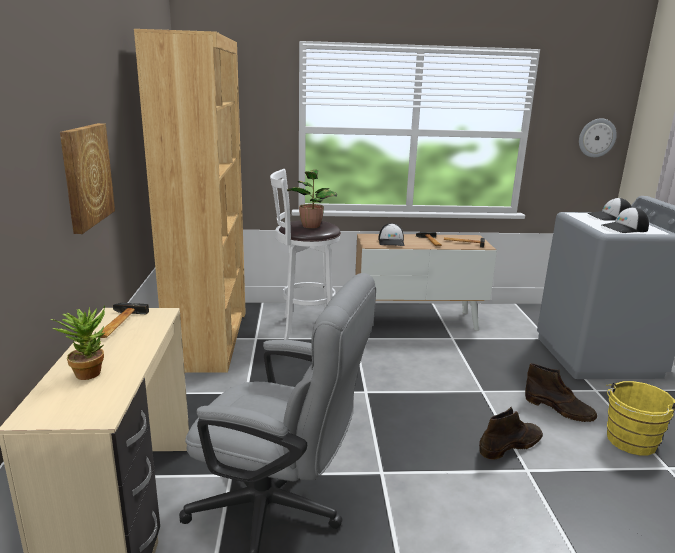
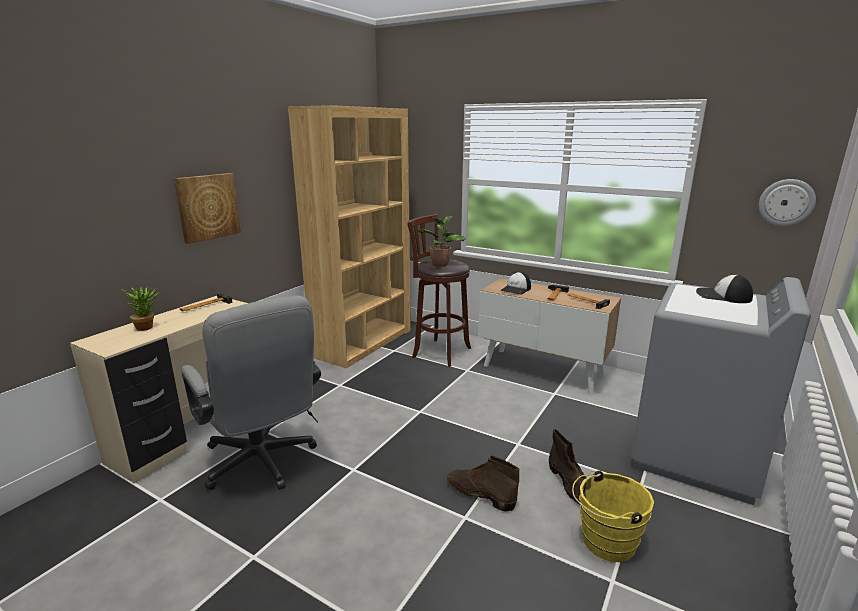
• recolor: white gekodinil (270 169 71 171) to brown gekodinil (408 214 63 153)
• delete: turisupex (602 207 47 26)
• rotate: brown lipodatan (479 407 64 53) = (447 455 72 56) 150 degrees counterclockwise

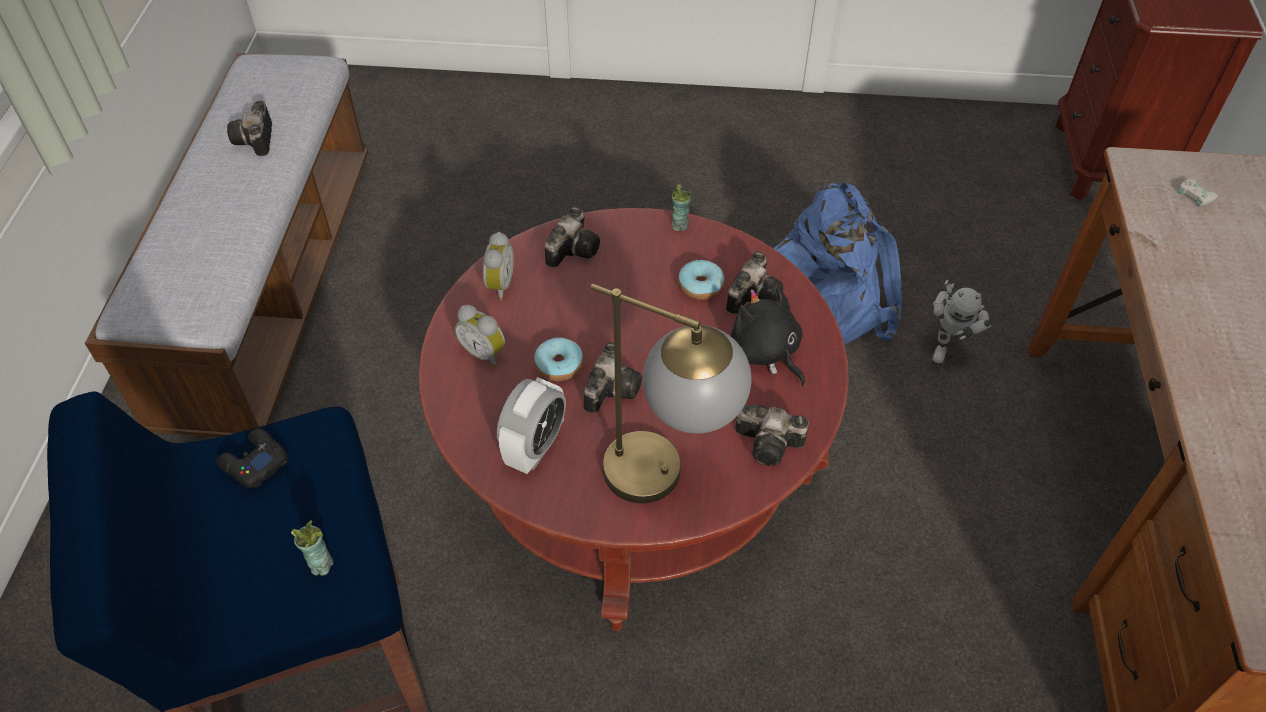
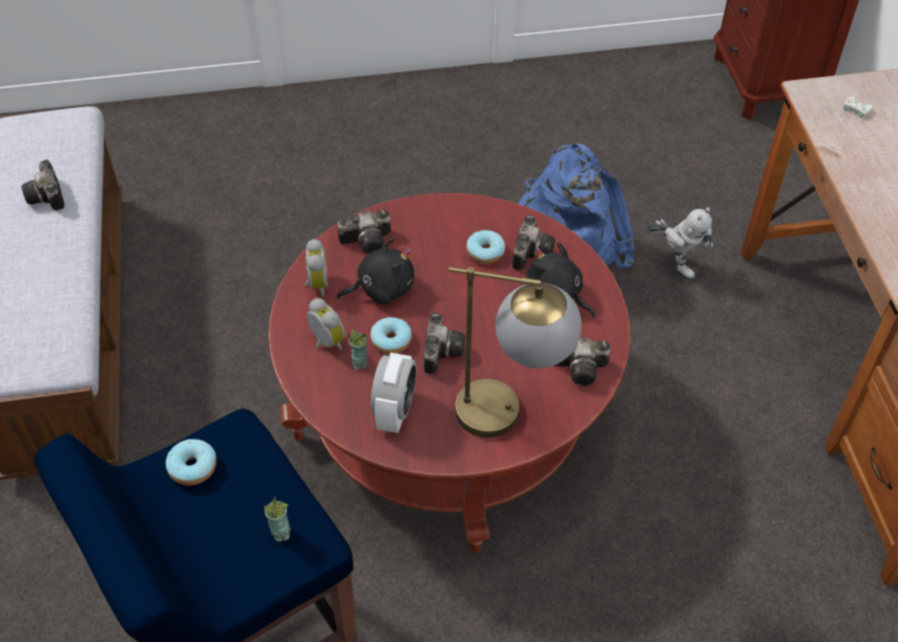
• move: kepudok (671 184 20 47) to (347 329 21 41)
• rotate: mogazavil (545 206 55 62) = (337 209 54 45) 60 degrees clockwise
• rotate: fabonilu (931 280 60 86) = (647 207 66 74) 45 degrees counterclockwise
• rotate: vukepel (455 305 50 62) = (307 298 38 53) 150 degrees counterclockwise
• replace: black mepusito (216 428 72 60) to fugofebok (166 439 51 47)
• insert: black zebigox (336 238 78 67)

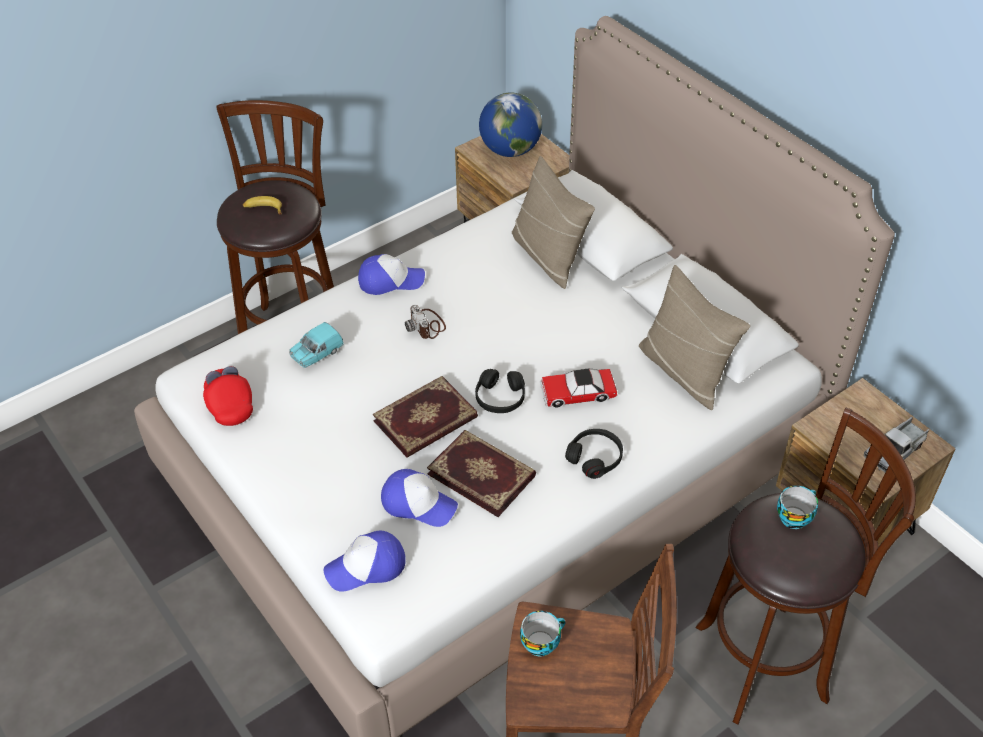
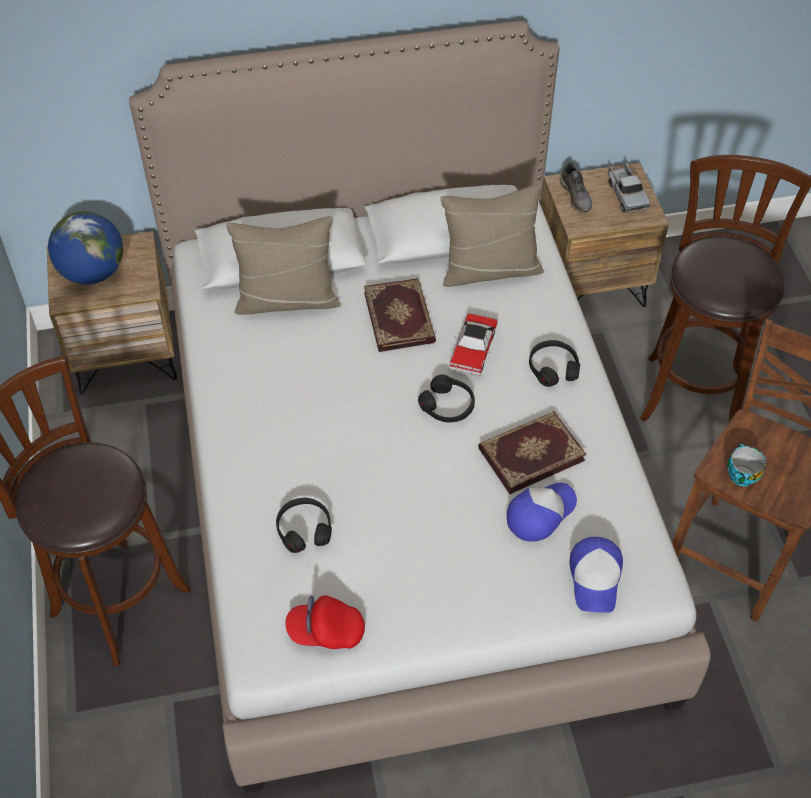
• delete: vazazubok (243 196 39 19)
• delete: turisupex (358 254 67 41)
• delete: mogazavil (405 305 41 34)
• replace: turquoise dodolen (289 322 55 46) to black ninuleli (276 498 56 55)
• move: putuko (373 376 105 82) to (364 278 72 74)
• delete: kepudok (777 486 41 43)
• insert: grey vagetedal (560 163 32 49)

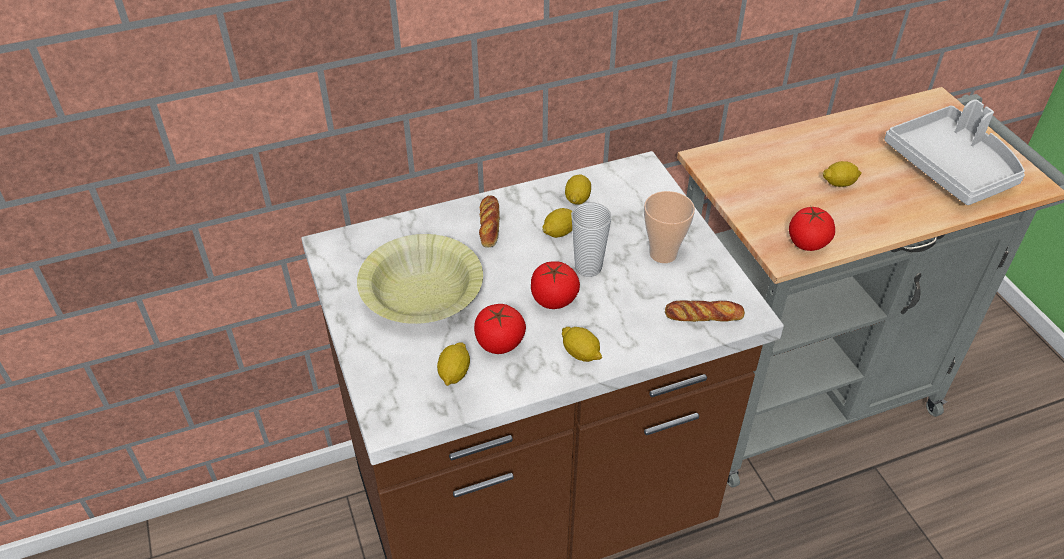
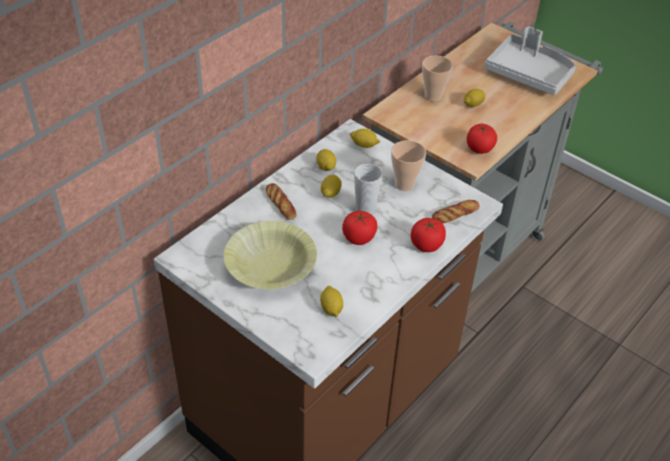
• move: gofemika (474 304 52 50) to (411 218 35 34)
• move: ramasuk (562 327 40 35) to (350 129 30 19)
• insert: kepudok (422 55 31 46)

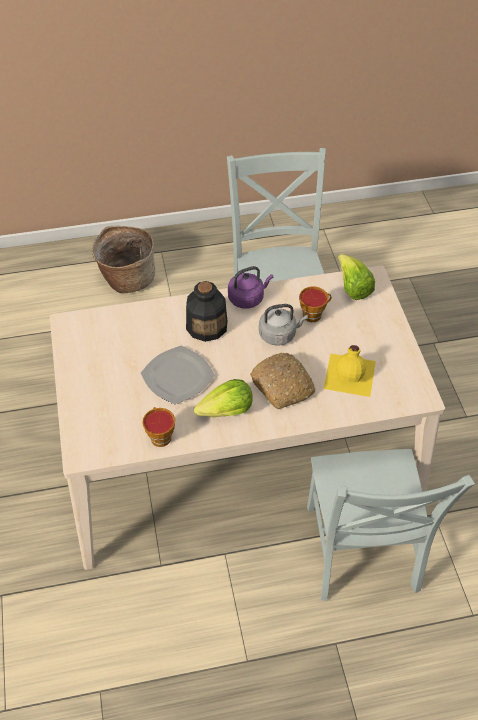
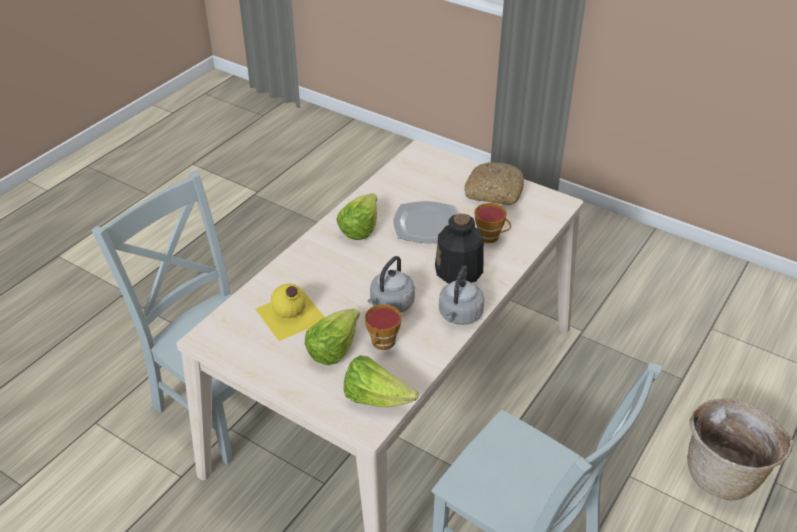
• recolor: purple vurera (228 266 45 43) to grey vurera (439 266 46 59)
• move: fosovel (250 353 66 56) to (464 162 60 43)
• move: kepudok (142 407 33 40) to (474 203 37 40)
• insert: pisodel (305 308 55 57)

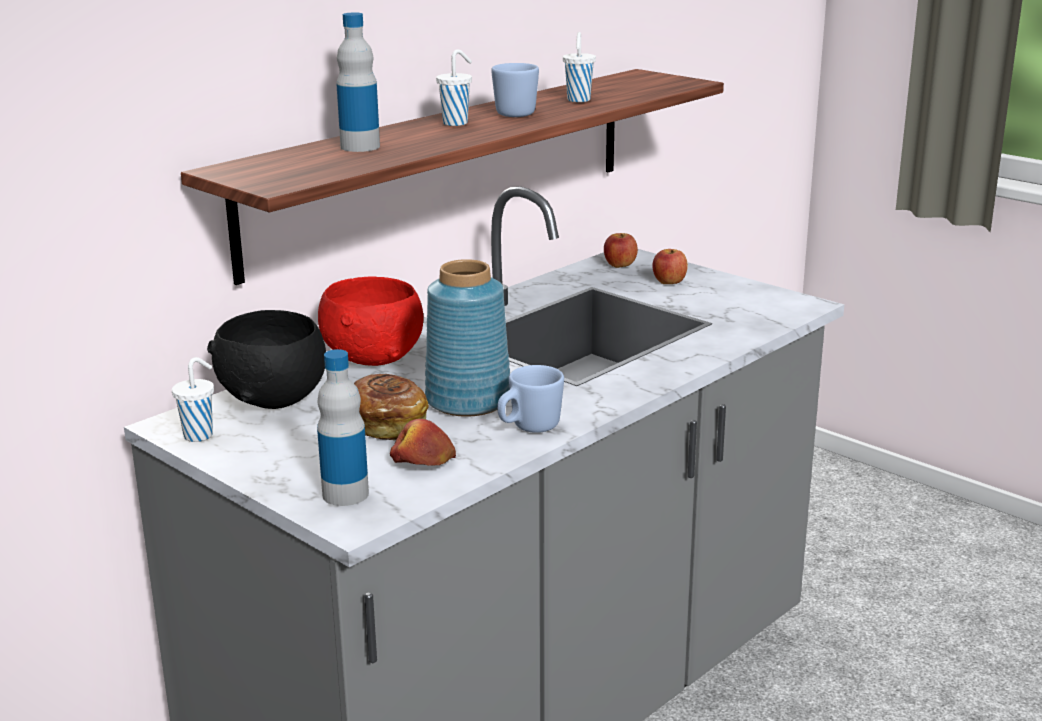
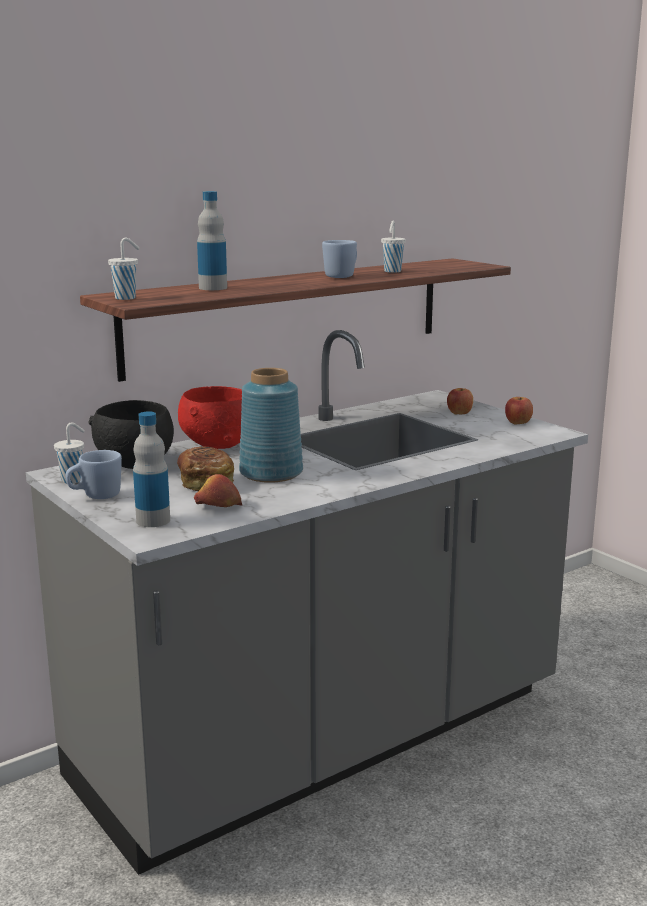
• move: white kepudok (436 49 36 77) to (108 238 32 62)
• move: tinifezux (604 233 34 35) to (505 397 28 28)
• move: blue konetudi (497 365 67 68) to (66 450 56 49)

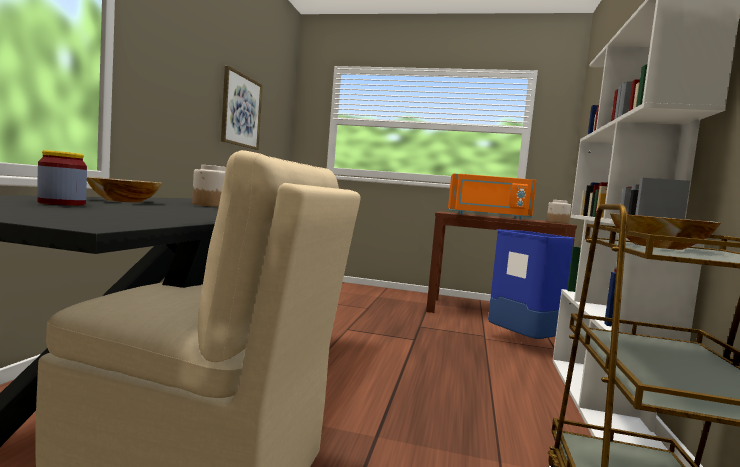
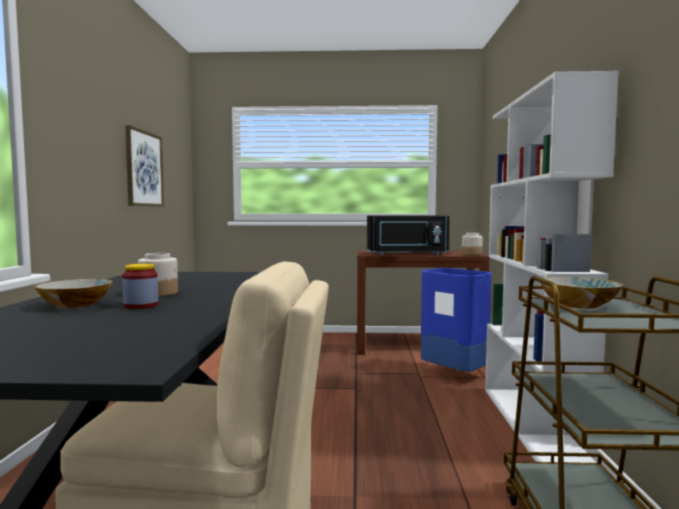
• move: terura (37 150 50 55) to (122 264 36 45)
• recolor: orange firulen (448 174 88 46) to black firulen (367 215 82 40)

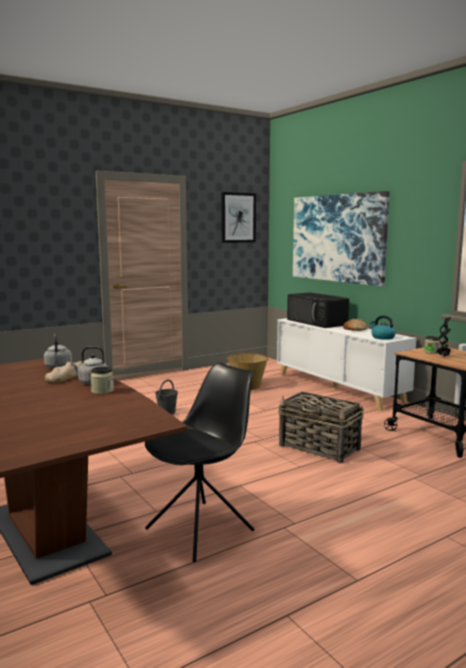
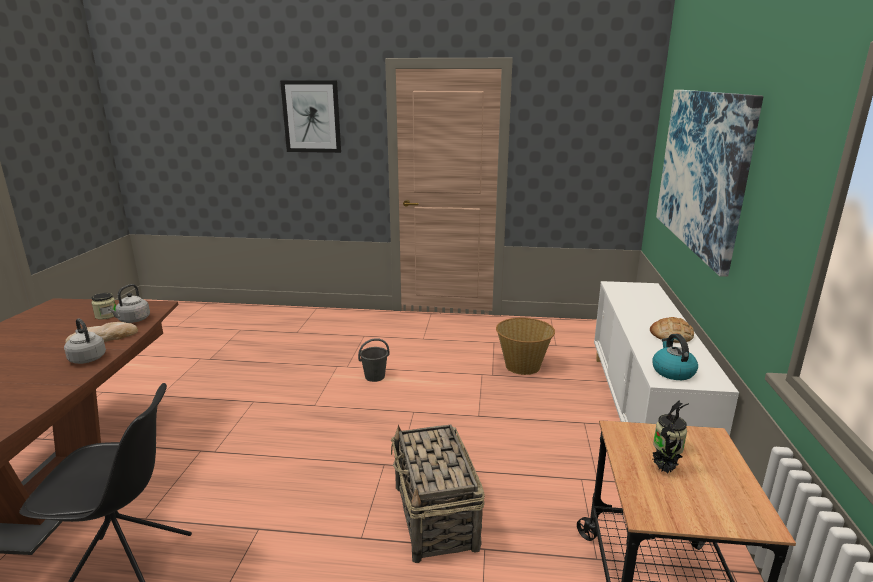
• move: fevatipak (221 192 35 51) to (280 80 61 73)
• delete: black firulen (287 292 62 36)
• move: terura (91 366 23 28) to (91 293 25 27)

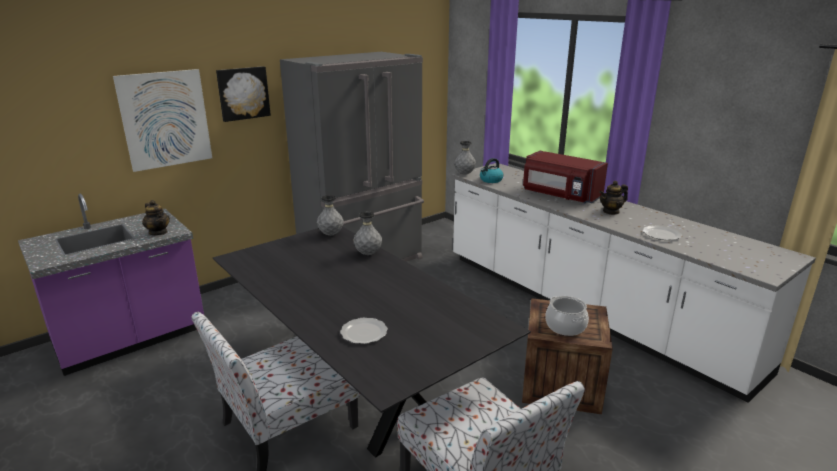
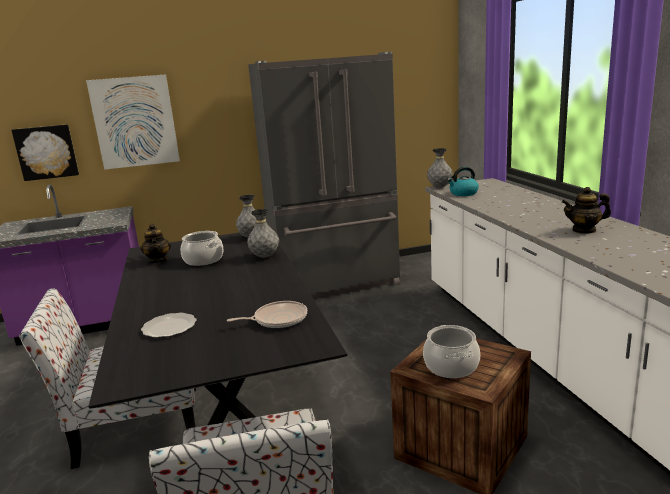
• move: fevatipak (216 66 55 56) to (11 124 68 57)
• delete: red firulen (523 151 85 52)
• move: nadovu (142 200 28 35) to (140 224 31 39)
• delete: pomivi (642 225 40 15)
• insert: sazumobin (181 231 43 35)
• insert: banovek (227 301 80 27)

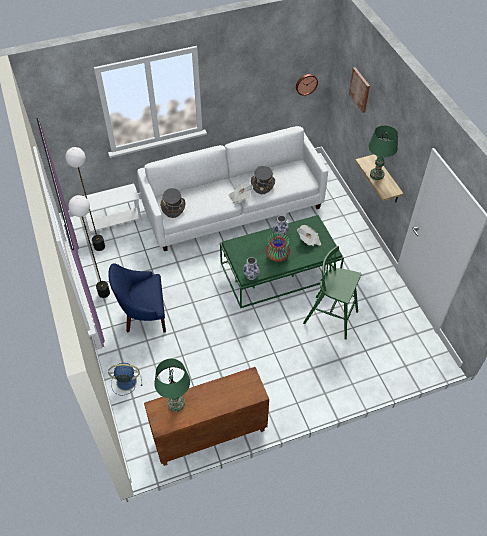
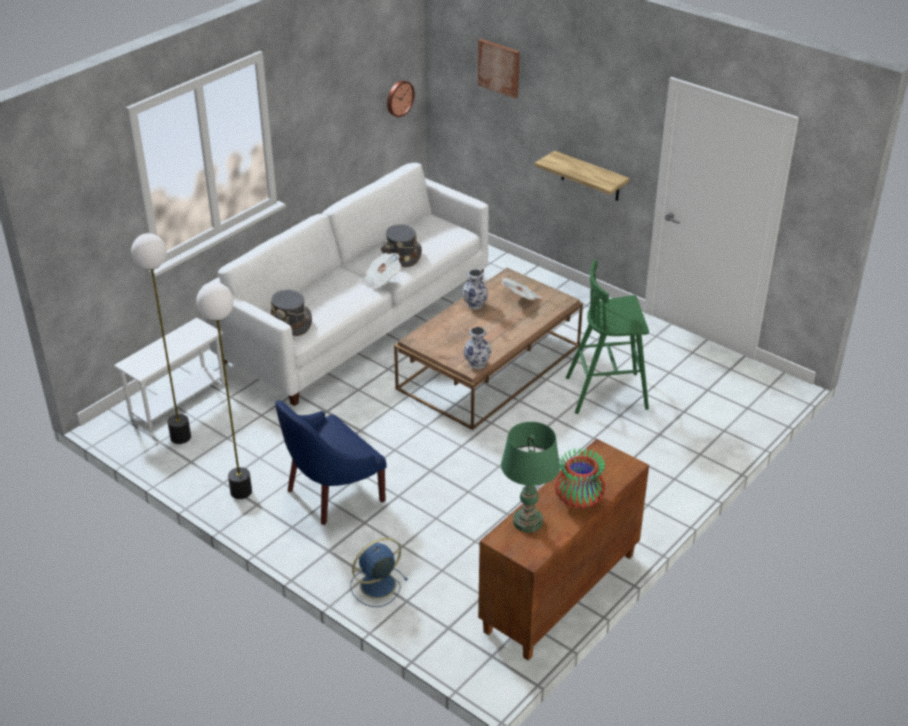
• delete: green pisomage (369 125 29 55)
• recolor: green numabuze (220 215 124 93) to brown numabuze (394 268 189 162)
• move: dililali (266 233 24 29) to (555 448 50 61)

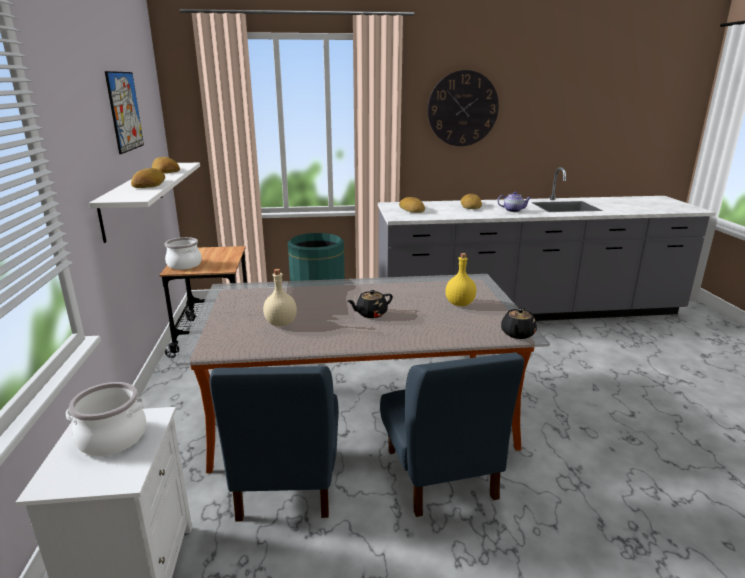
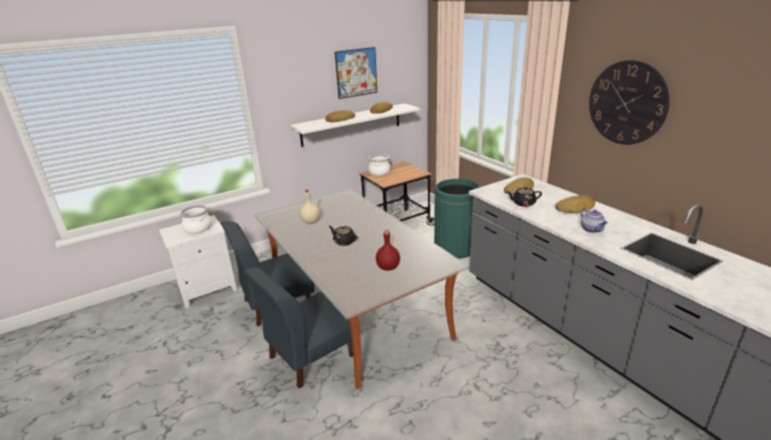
• recolor: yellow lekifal (445 253 31 53) to red lekifal (376 230 24 40)
• move: black nadovu (501 308 36 31) to (507 187 35 20)

